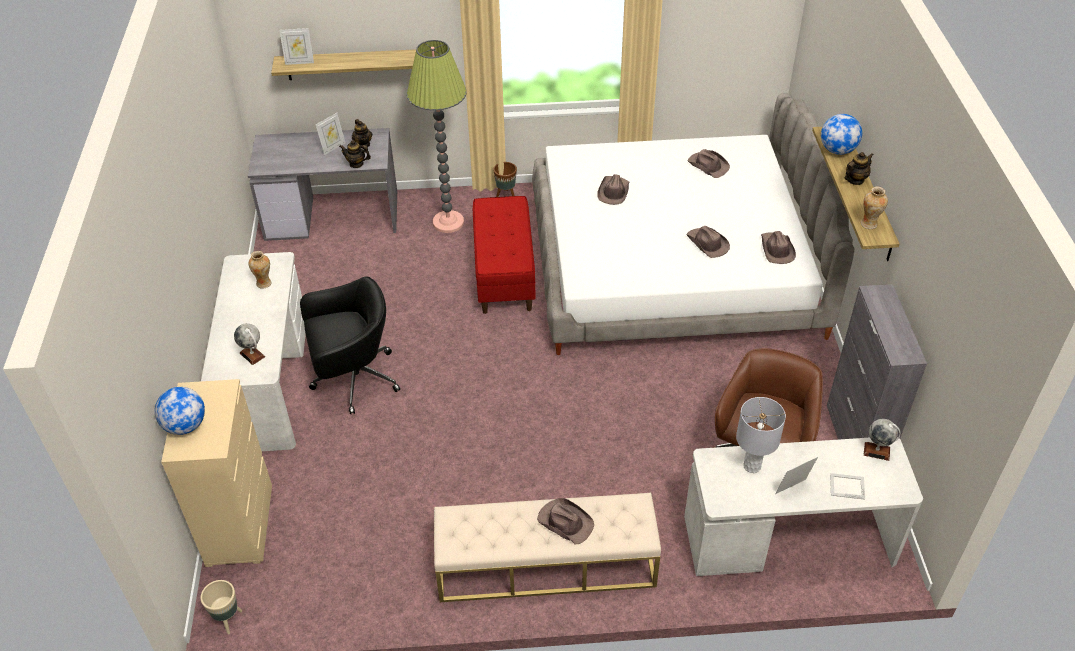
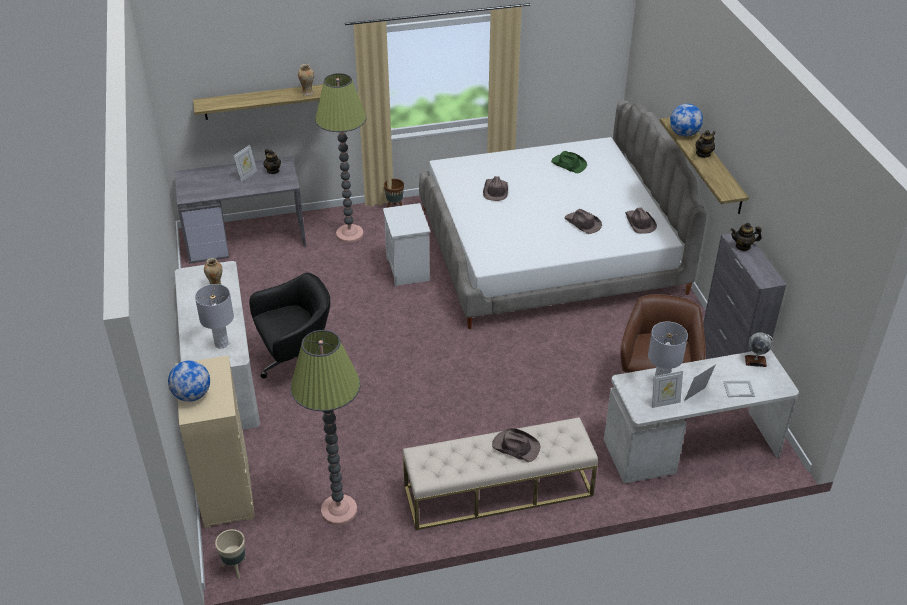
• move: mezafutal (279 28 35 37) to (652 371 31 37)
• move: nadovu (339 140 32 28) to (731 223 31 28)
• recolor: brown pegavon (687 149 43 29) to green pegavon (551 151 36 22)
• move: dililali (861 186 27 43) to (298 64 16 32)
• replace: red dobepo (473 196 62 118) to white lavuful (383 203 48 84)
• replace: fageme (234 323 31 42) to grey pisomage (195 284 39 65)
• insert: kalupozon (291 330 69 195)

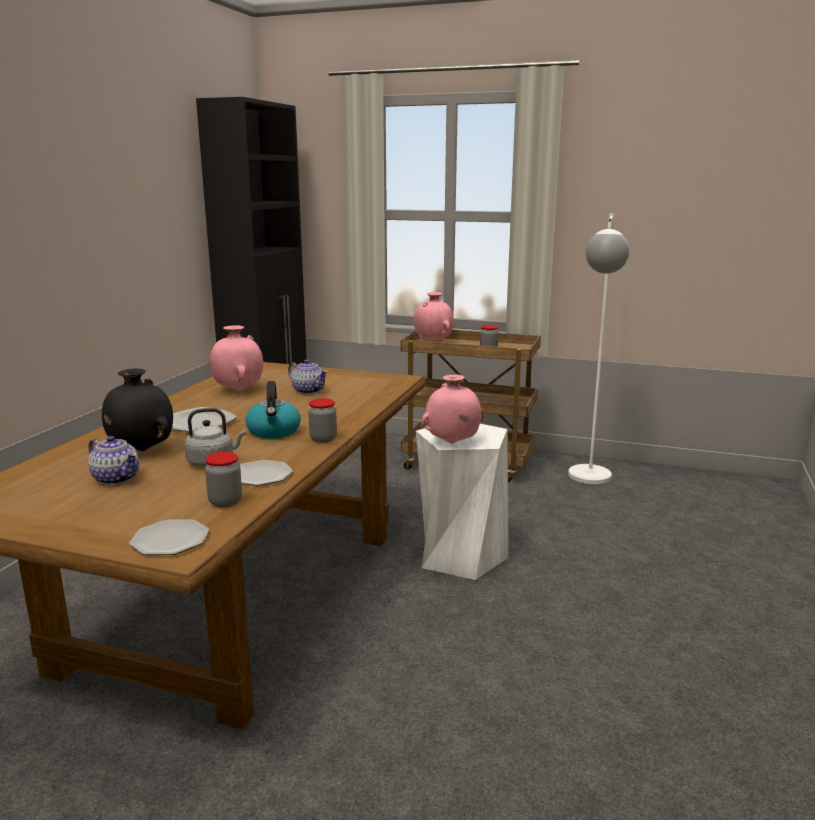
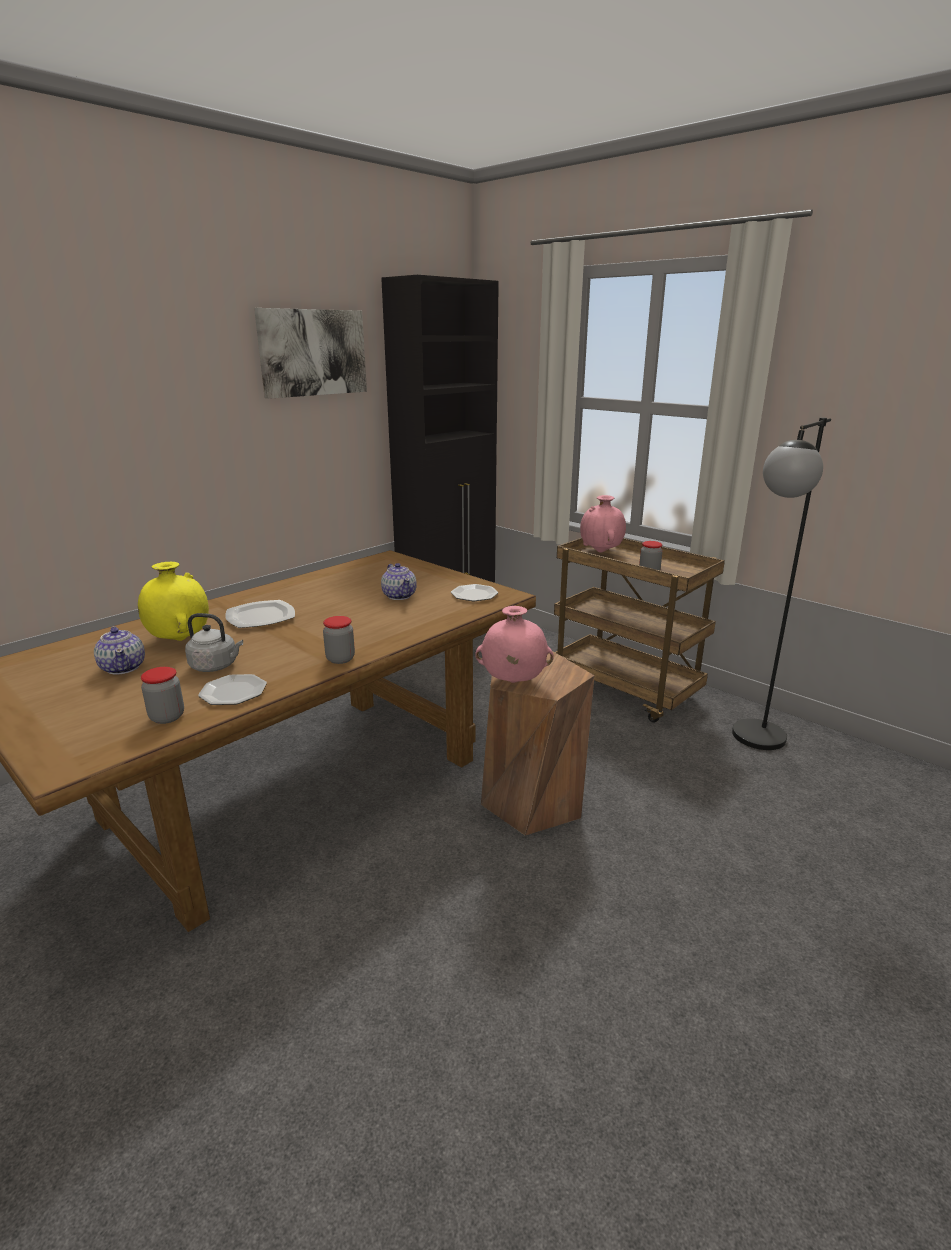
• recolor: white kalupozon (568 214 61 270) to black kalupozon (732 417 99 333)
• delete: pink dililali (210 325 53 66)
• recolor: black dililali (102 369 71 82) to yellow dililali (138 562 71 79)
• delete: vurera (245 381 56 58)
• recolor: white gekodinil (416 424 92 156) to brown gekodinil (481 651 114 184)
• move: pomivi (129 520 80 35) to (451 584 47 17)
• insert: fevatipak (254 308 113 91)

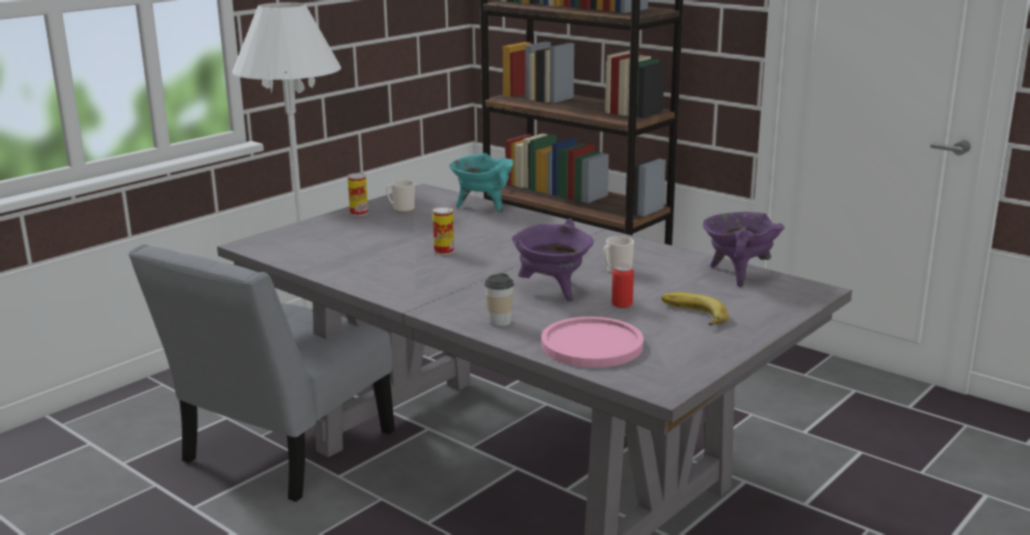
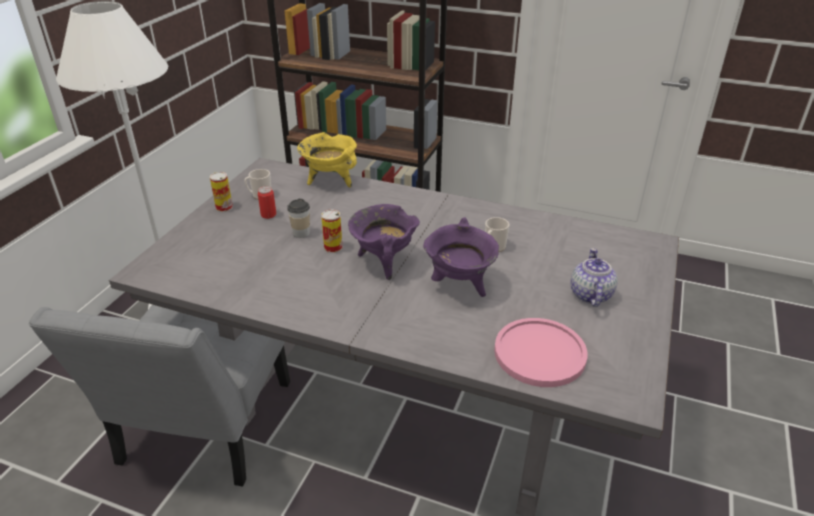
• recolor: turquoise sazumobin (449 153 65 60) to yellow sazumobin (297 132 60 55)
• move: purple sazumobin (703 212 82 75) to (348 204 72 76)
• move: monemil (612 264 22 44) to (258 186 18 33)
• move: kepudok (484 273 30 53) to (287 199 23 39)
• replace: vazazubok (661 293 68 33) to nadovu (570 248 48 59)

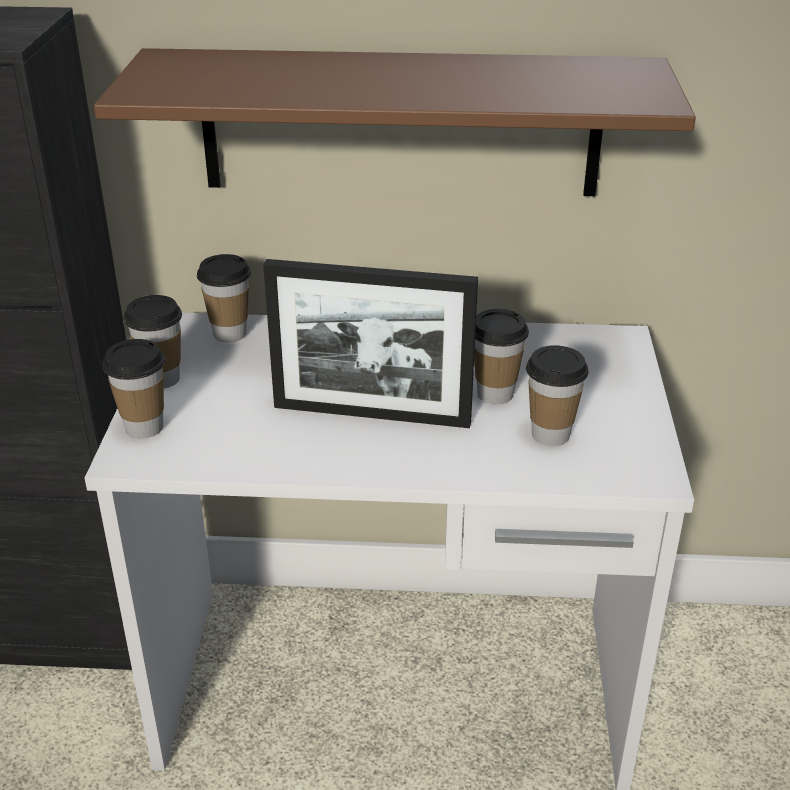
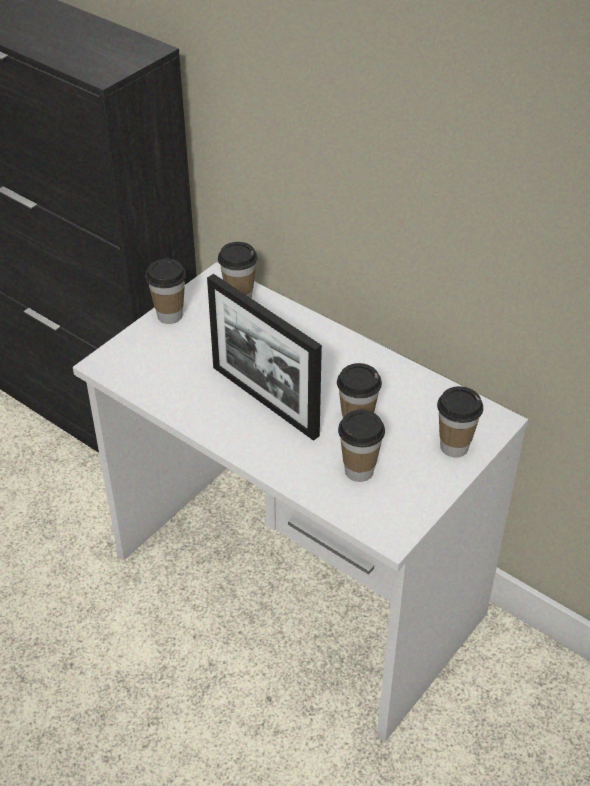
• delete: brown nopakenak (94 48 602 148)
• move: kepudok (102 339 63 100) to (437 386 46 71)

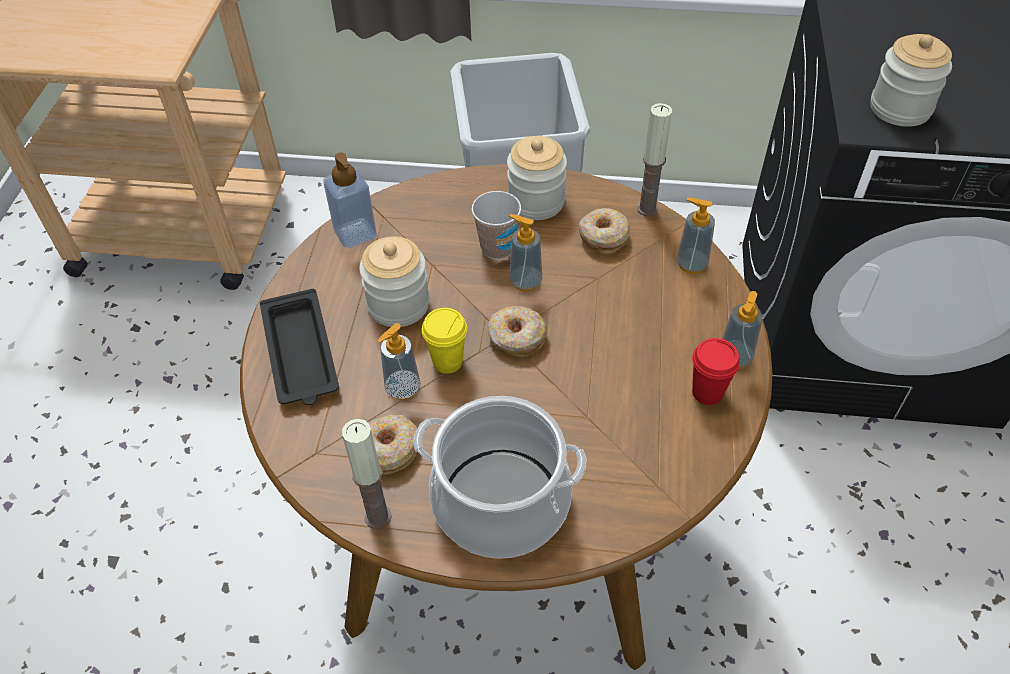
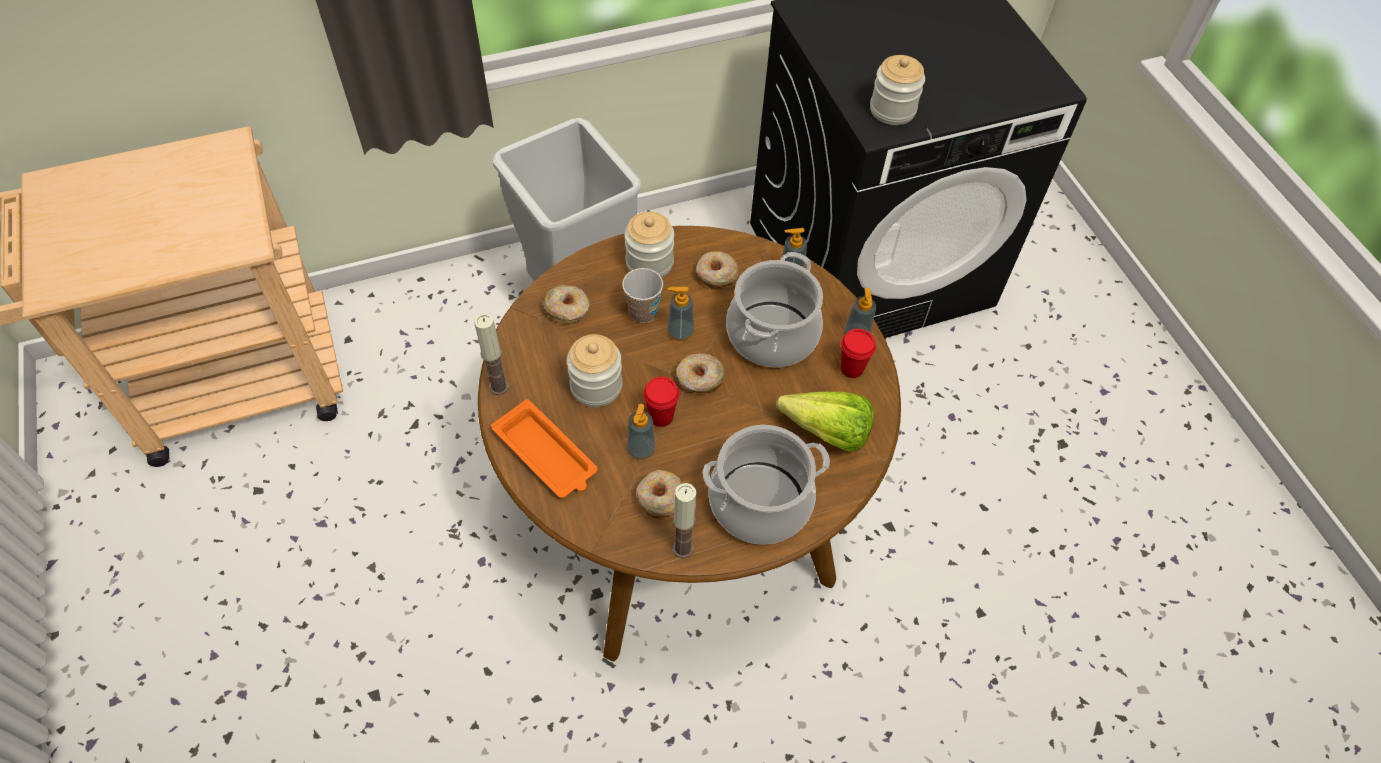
• move: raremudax (637 103 35 113) to (474 313 35 82)
• delete: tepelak (323 152 54 96)
• recolor: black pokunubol (260 289 79 116) to orange pokunubol (491 399 107 99)
• recolor: yellow kepudok (422 308 45 66) to red kepudok (643 377 37 50)
• insert: sazumobin (726 252 97 116)
• insert: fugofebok (543 285 47 39)
• insert: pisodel (776 392 98 60)

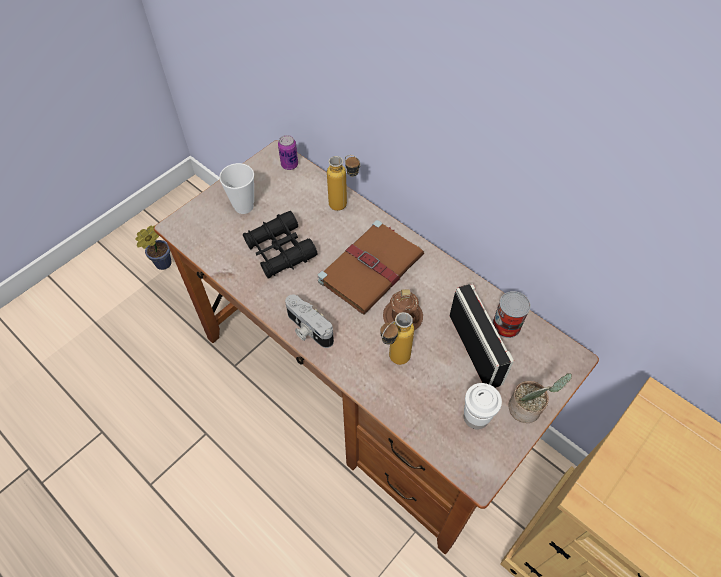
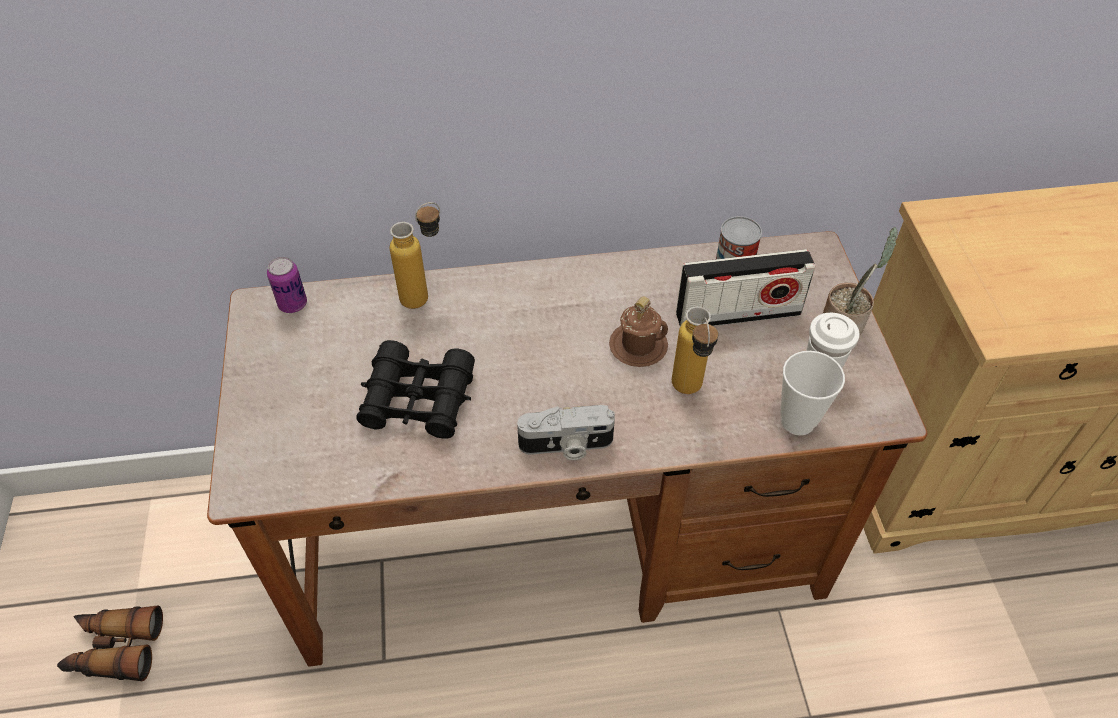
• move: kepudok (219 163 35 51) to (780 351 65 84)
• delete: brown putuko (317 220 107 94)
• replace: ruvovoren (135 225 37 45) to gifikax (57 605 106 76)
• rotate: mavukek (450 284 64 104) = (676 249 139 77) 150 degrees clockwise

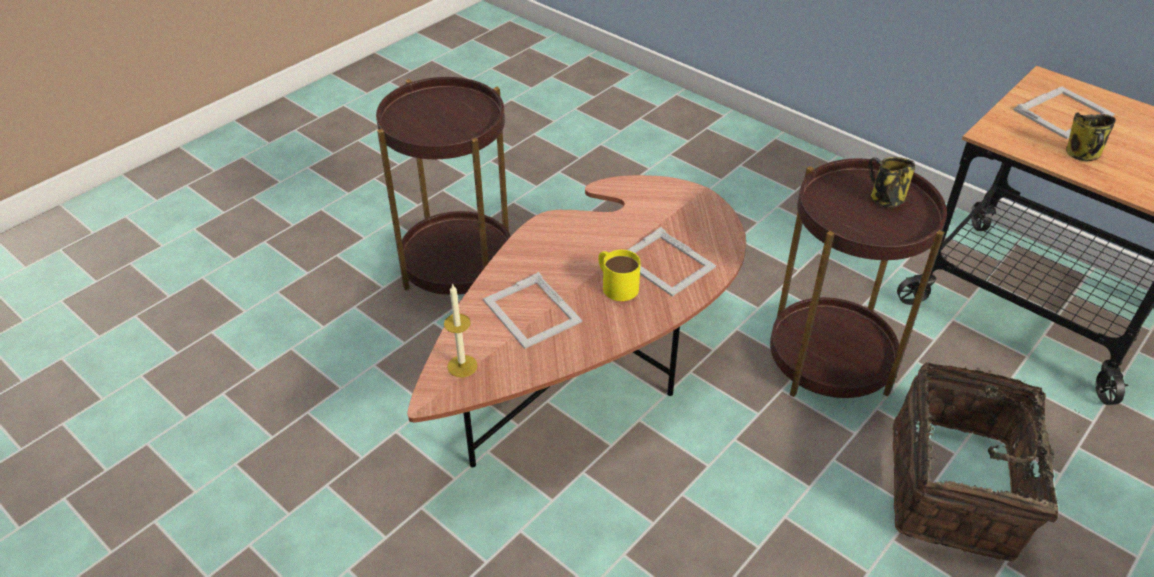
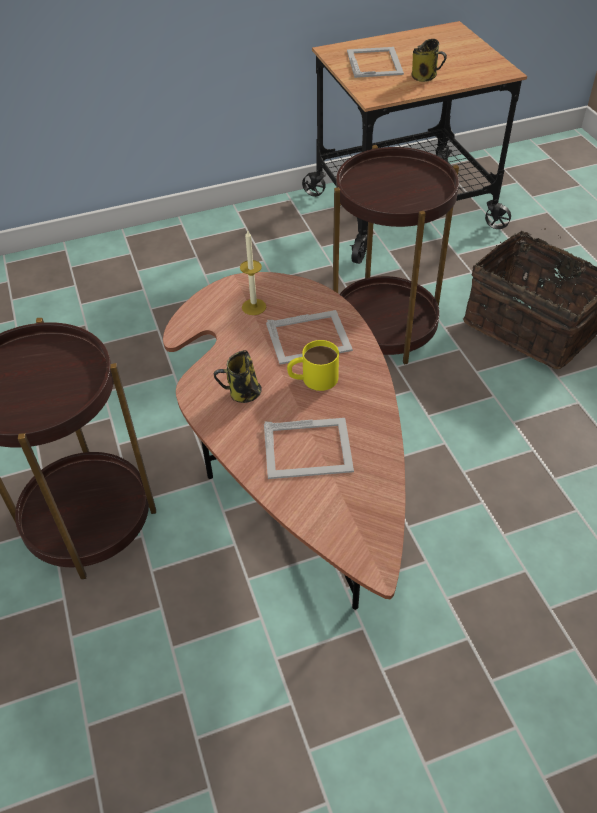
• move: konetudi (868 157 47 51) to (214 350 48 53)
• move: raremudax (444 283 33 95) to (240 231 26 84)

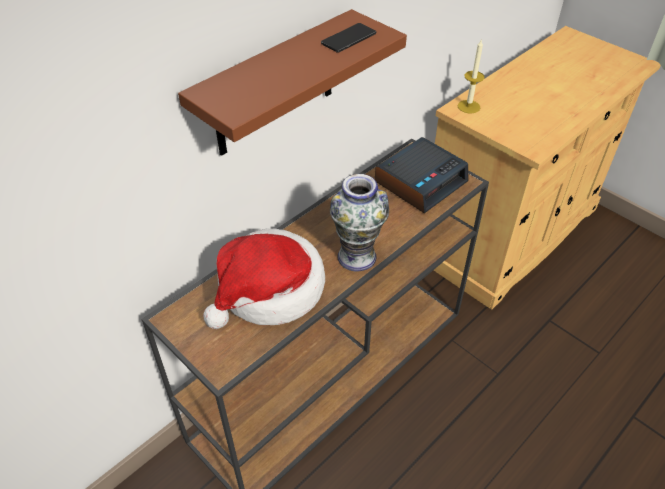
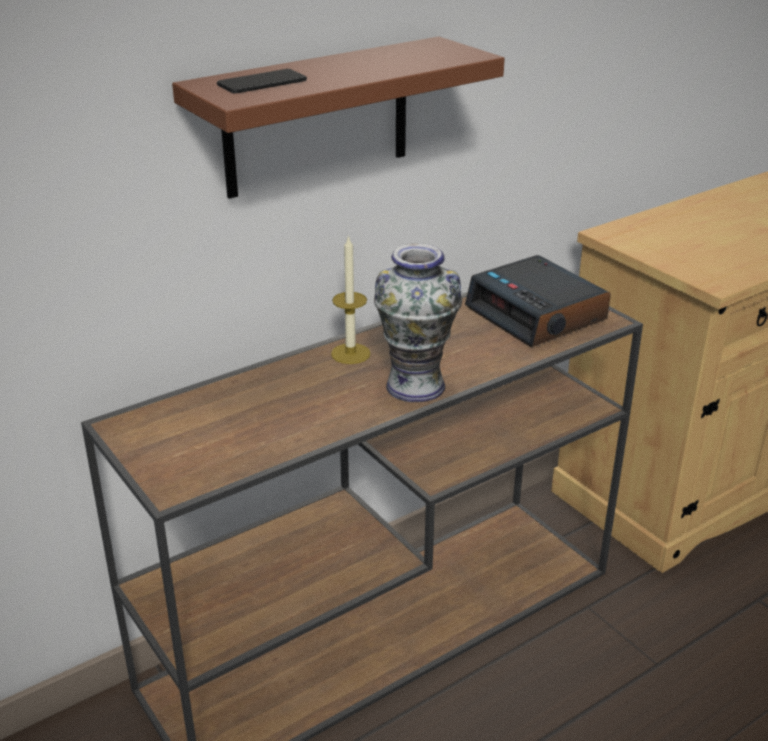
• move: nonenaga (321 23 55 30) to (217 69 90 25)
• move: raremudax (457 40 28 73) to (331 235 40 129)
• rotate: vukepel (375 137 94 77) = (465 255 146 92) 90 degrees clockwise
• delete: pegavon (203 229 122 100)

